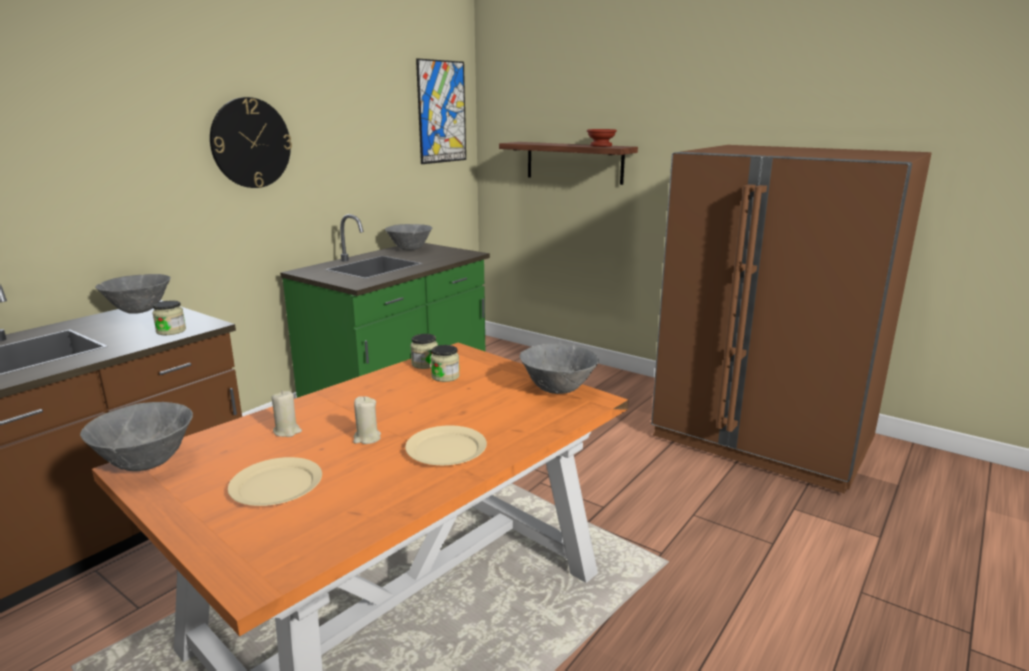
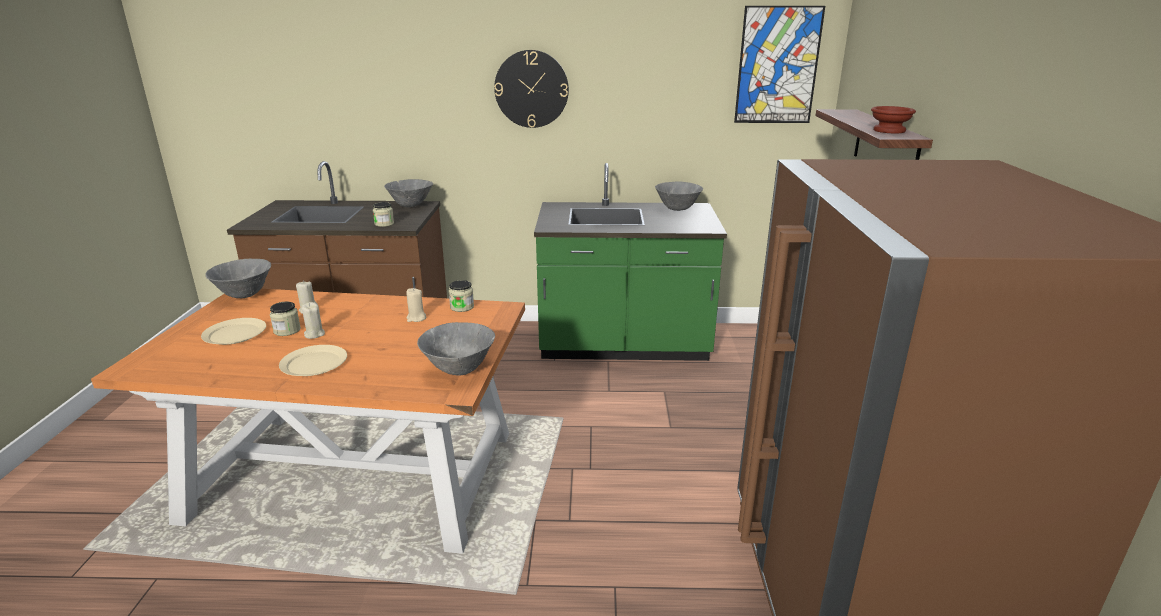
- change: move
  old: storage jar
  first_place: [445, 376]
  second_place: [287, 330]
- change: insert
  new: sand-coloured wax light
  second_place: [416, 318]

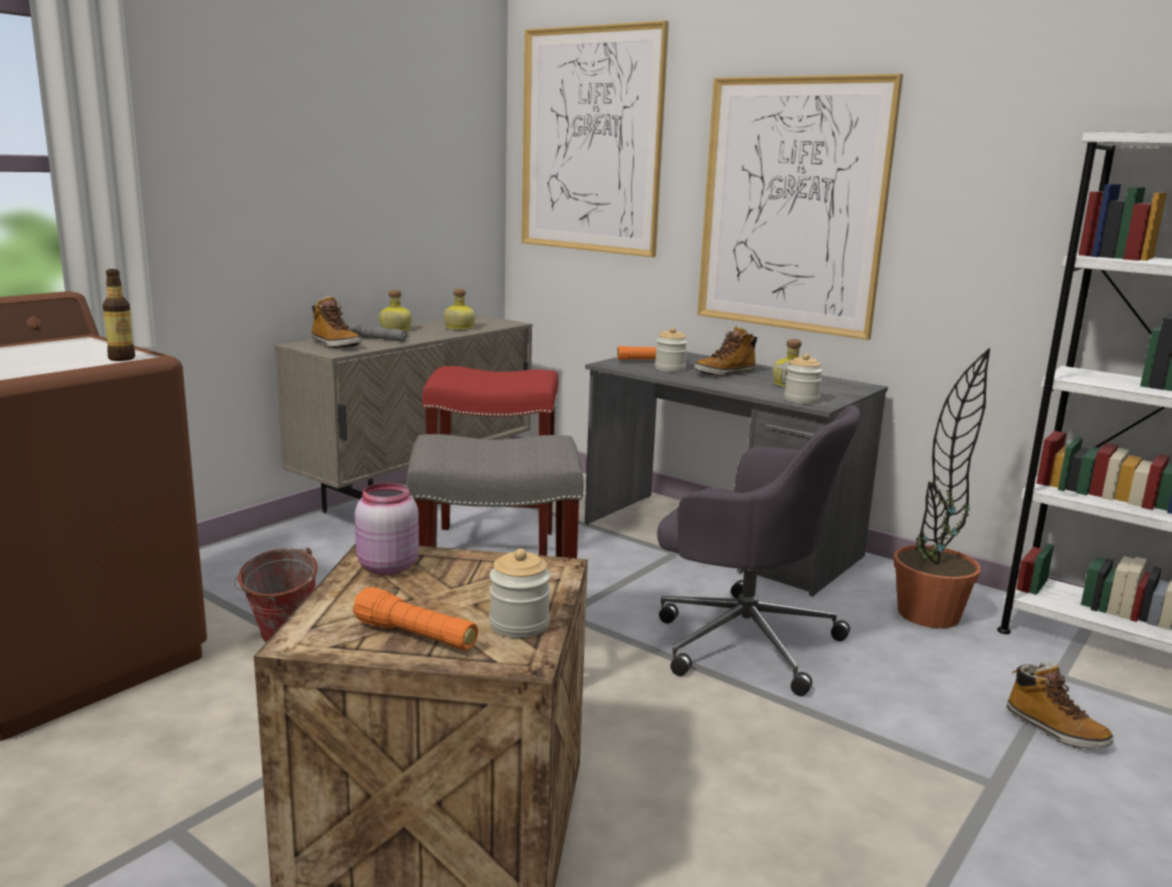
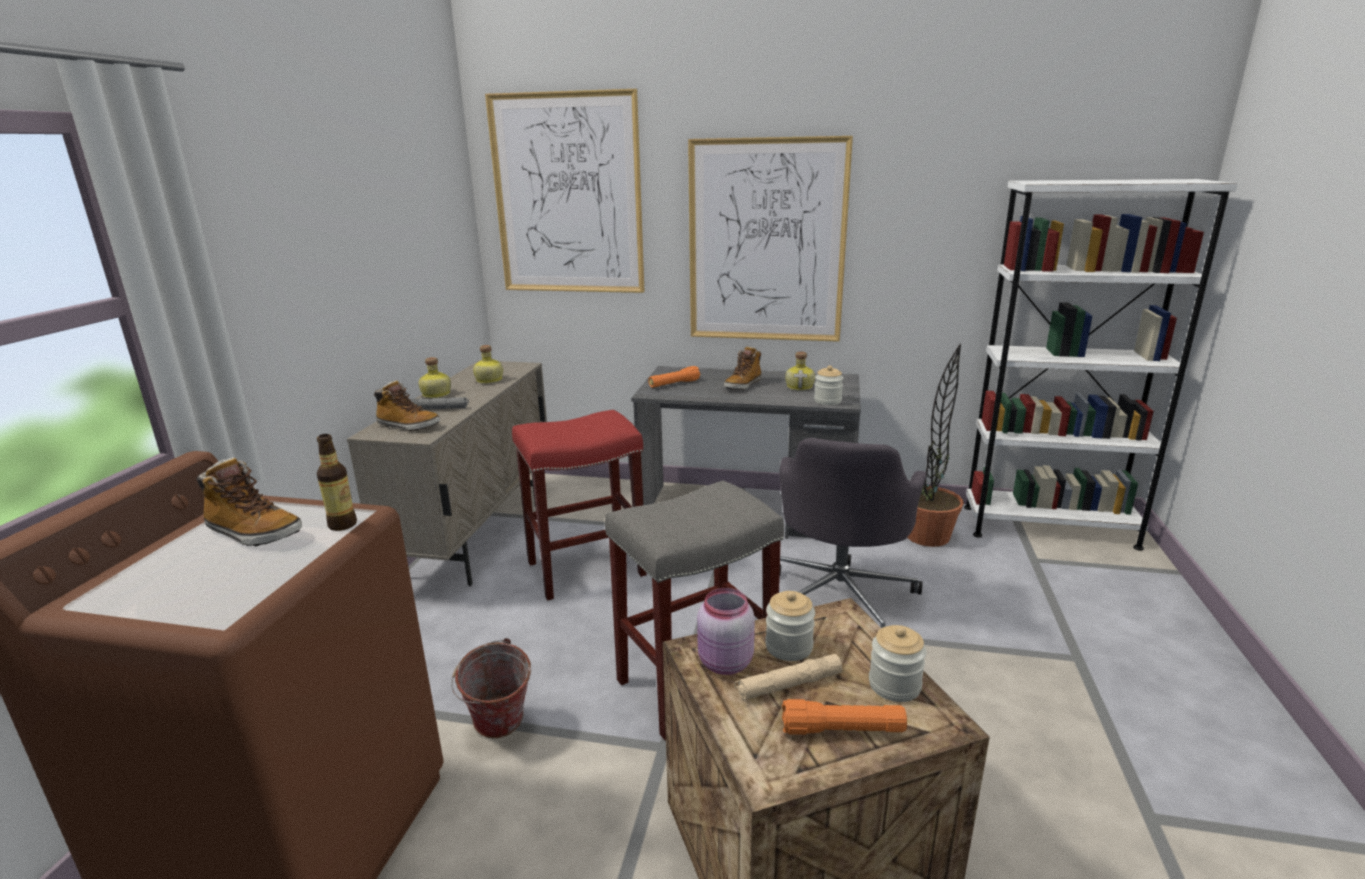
- change: move
  old: storage jar
  first_place: [670, 369]
  second_place: [789, 647]
- change: rotate
  old: greyish desk chair
  first_place: [742, 640]
  second_place: [840, 597]
  degrees: 105
- change: move
  old: high-top boot
  first_place: [1054, 730]
  second_place: [253, 533]
- change: insert
  new: sand-coloured torch
  second_place: [788, 685]

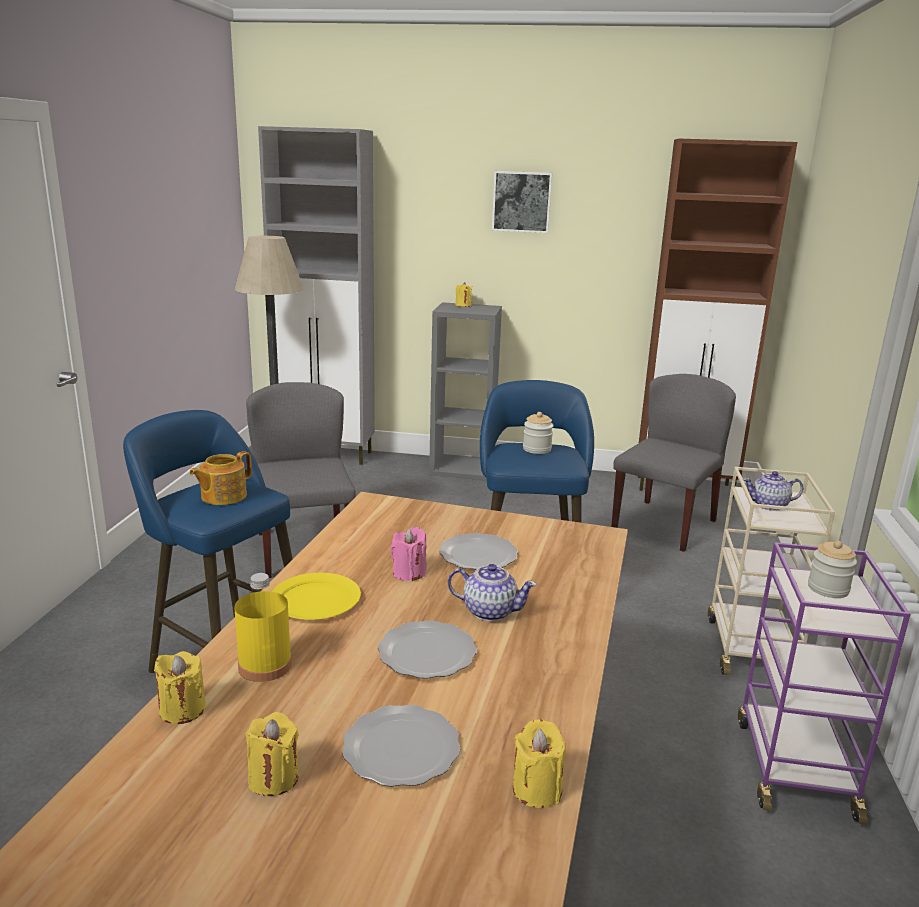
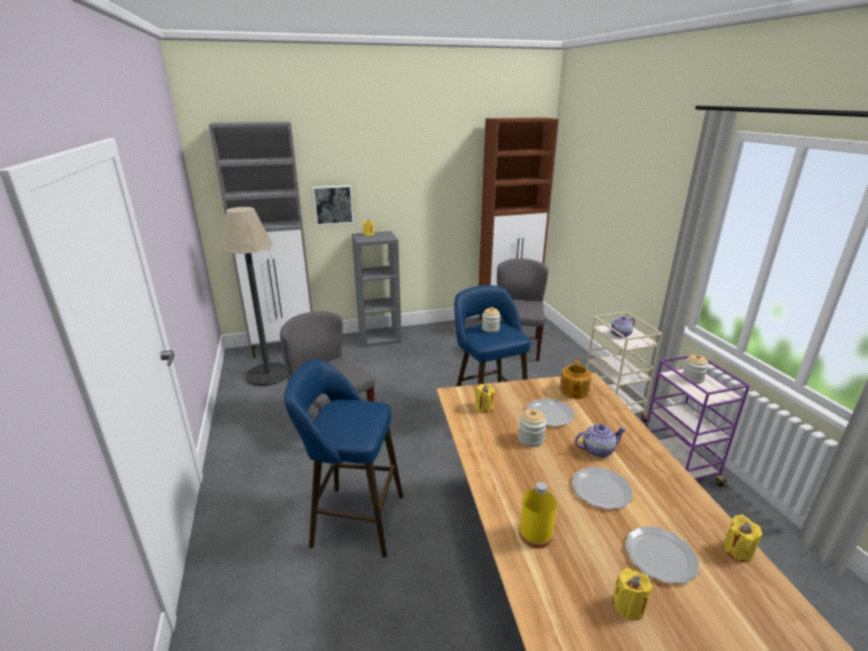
- change: move
  old: yellow wax light
  first_place: [182, 709]
  second_place: [484, 407]
- change: move
  old: pot for tea
  first_place: [222, 496]
  second_place: [573, 391]
- change: delete
  old: yellow plate
  first_place: [315, 600]
- change: replace
  old: pink wax light
  new: storage jar
  first_place: [409, 573]
  second_place: [531, 439]
- change: move
  old: picture
  first_place: [521, 201]
  second_place: [333, 204]

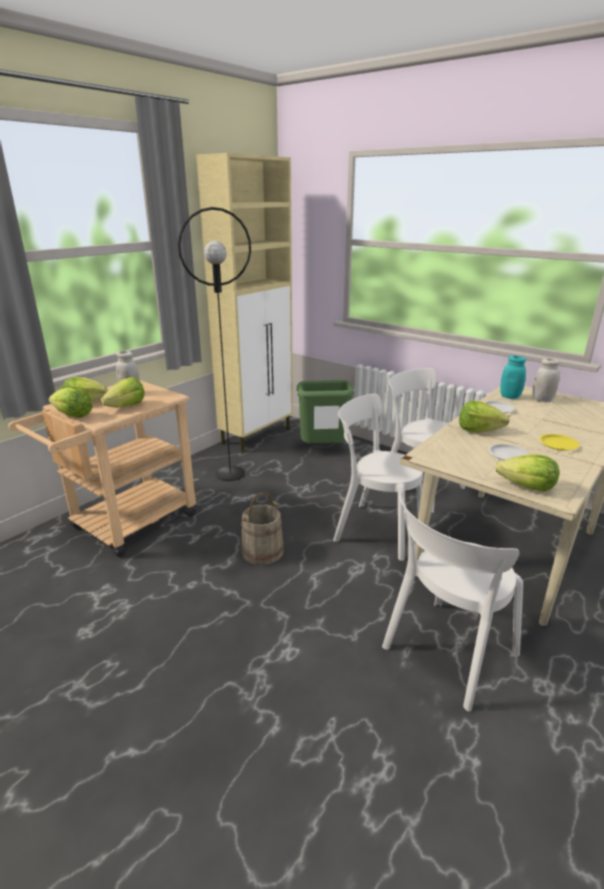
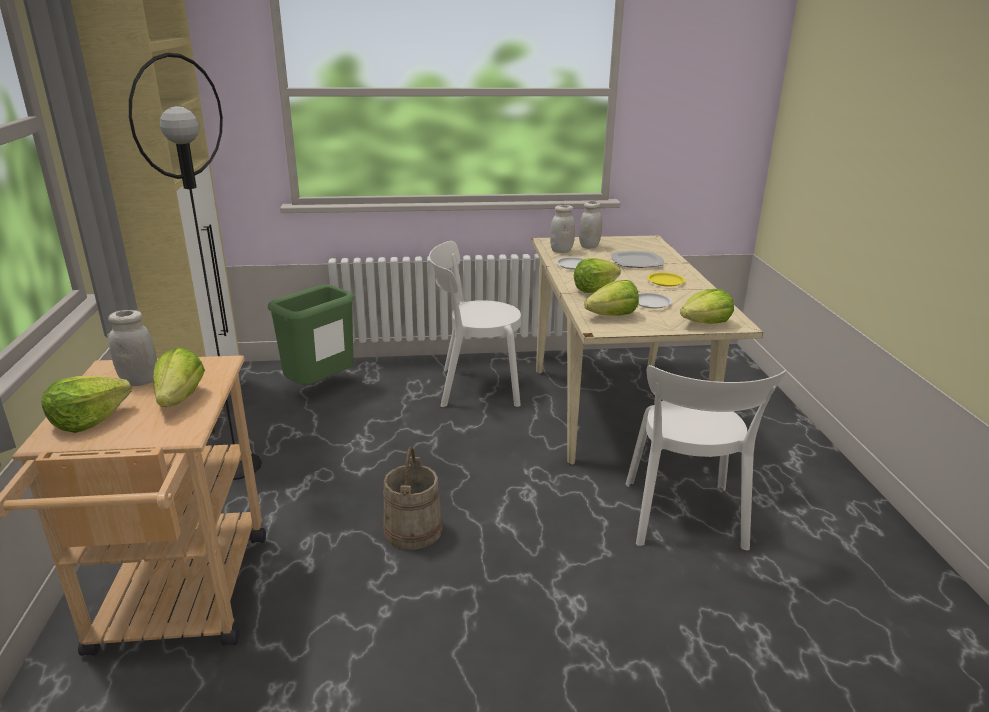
- change: move
  old: lettuce head
  first_place: [73, 415]
  second_place: [613, 315]
- change: delete
  old: white-coloured plain chair
  first_place: [375, 529]
- change: recolor
  old: blue-green storage jar
  new: white-coloured storage jar
  first_place: [510, 396]
  second_place: [561, 251]
- change: insert
  new: plate
  second_place: [637, 262]

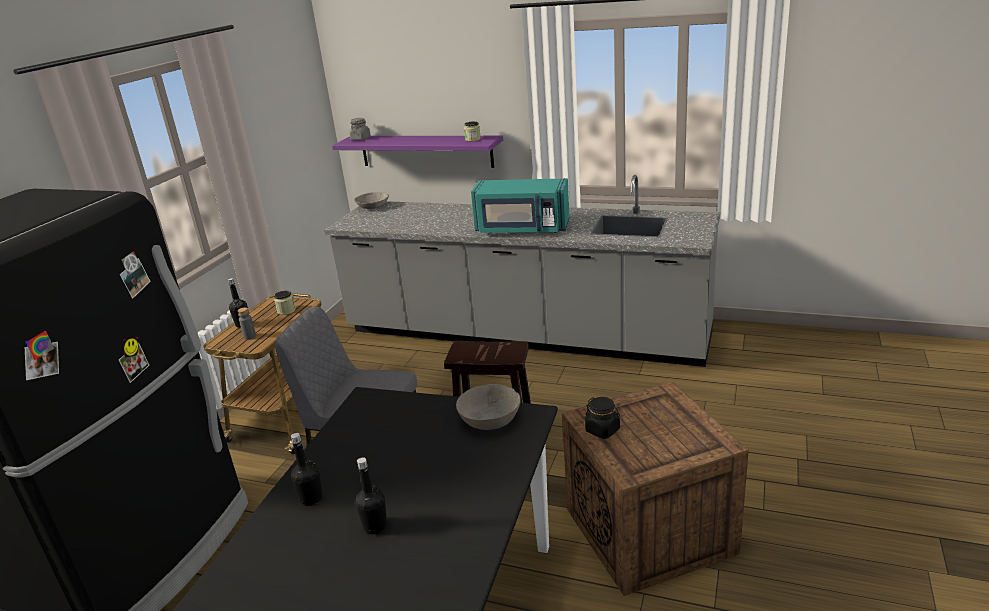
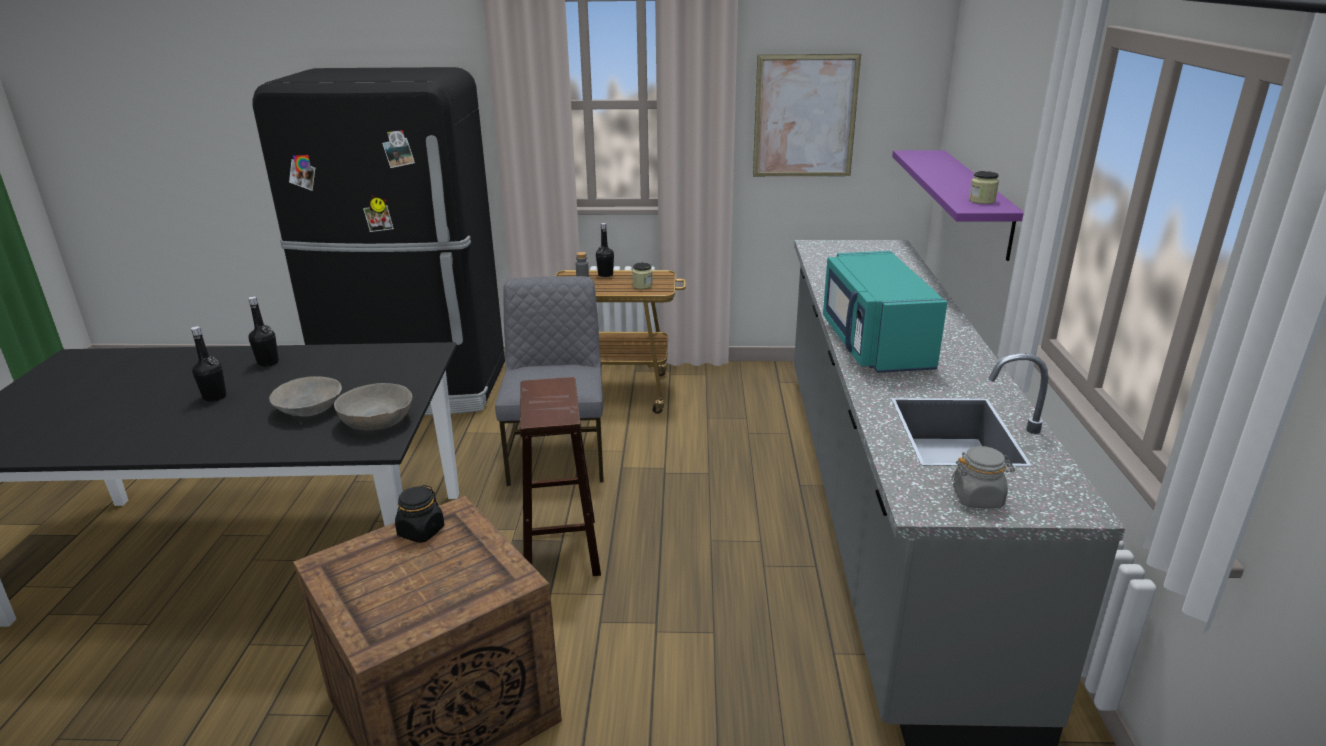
- change: move
  old: greyish storage jar
  first_place: [360, 138]
  second_place: [978, 498]
- change: move
  old: greyish bowl
  first_place: [372, 207]
  second_place: [309, 409]
- change: insert
  new: picture
  second_place: [805, 116]

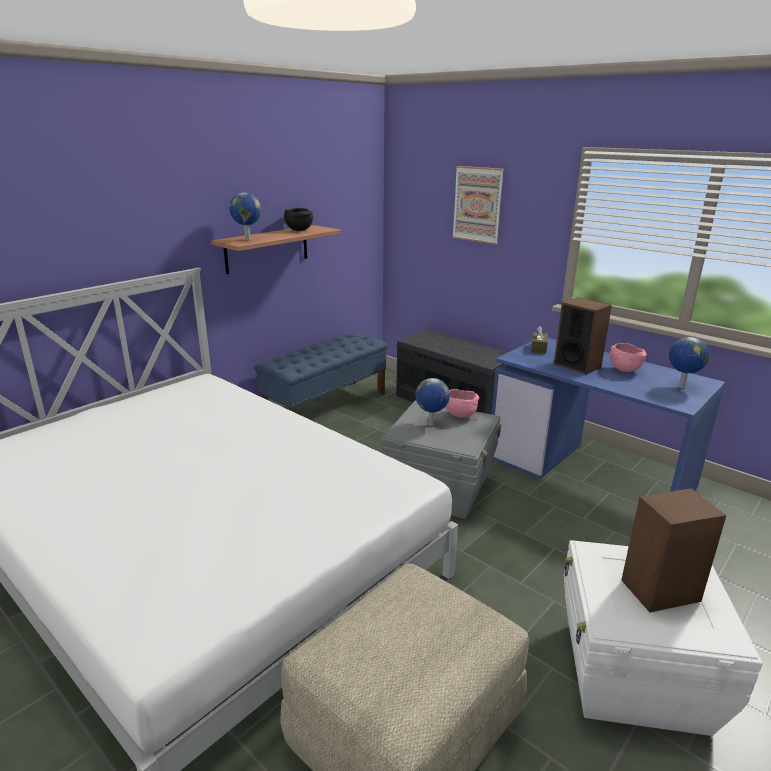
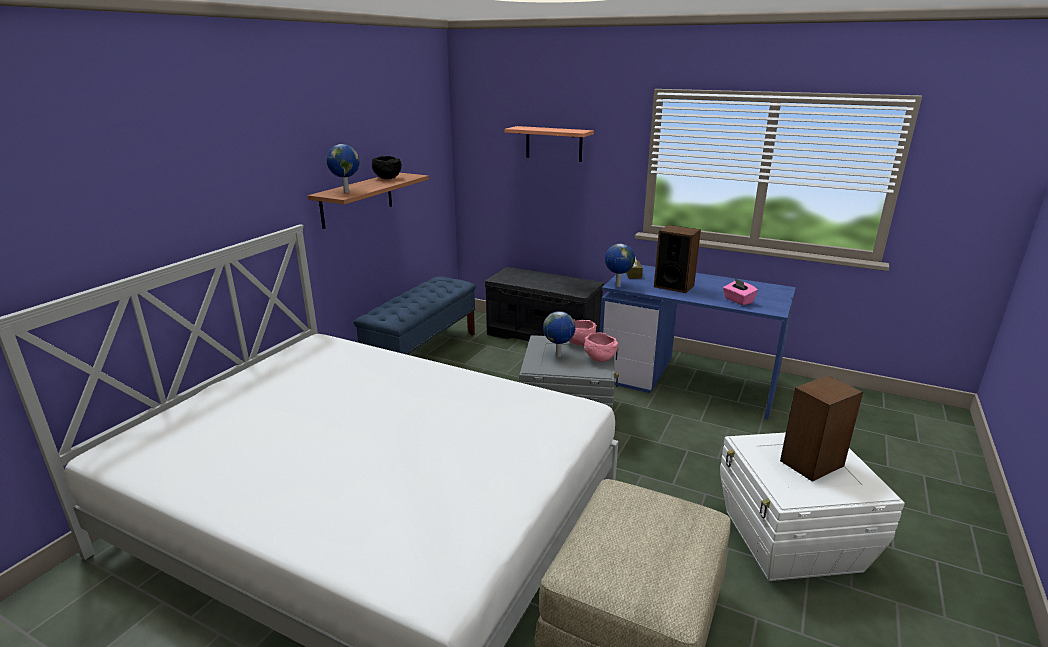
- change: replace
  old: picture
  new: shelf
  first_place: [477, 204]
  second_place: [554, 144]
- change: move
  old: pink bowl
  first_place: [623, 370]
  second_place: [598, 359]
- change: move
  old: desk globe
  first_place: [681, 387]
  second_place: [617, 286]
- change: insert
  new: pink tissue box
  second_place: [738, 301]

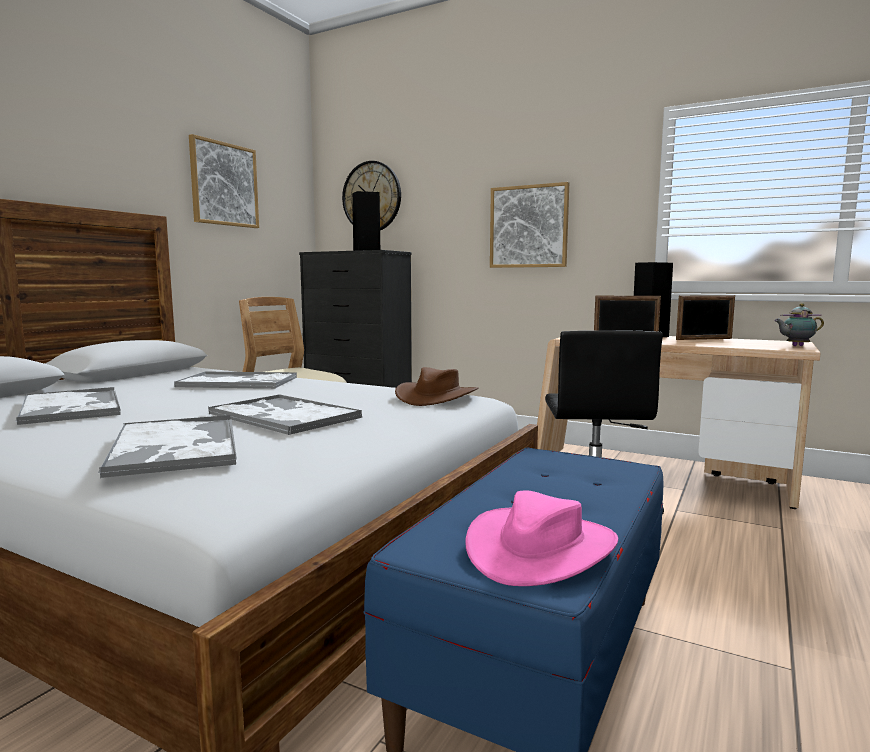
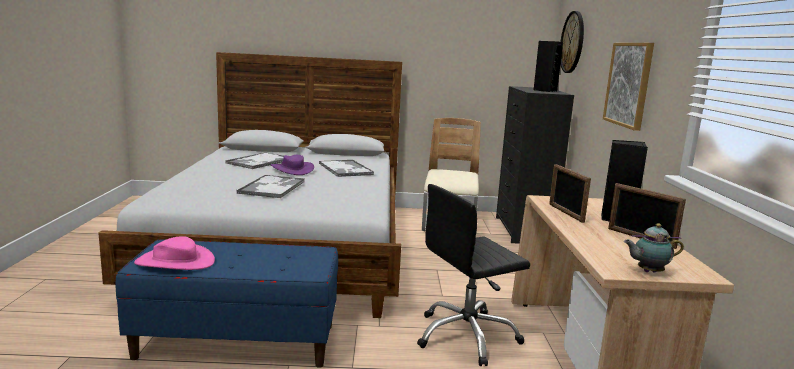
- change: delete
  old: serving tray
  first_place: [175, 447]
- change: delete
  old: picture
  first_place: [224, 184]
- change: delete
  old: brown wearable hat
  first_place: [436, 396]
- change: rotate
  old: pot for tea
  first_place: [795, 346]
  second_place: [648, 271]
  degrees: -60
- change: insert
  new: purple-coloured wearable hat
  second_place: [292, 169]

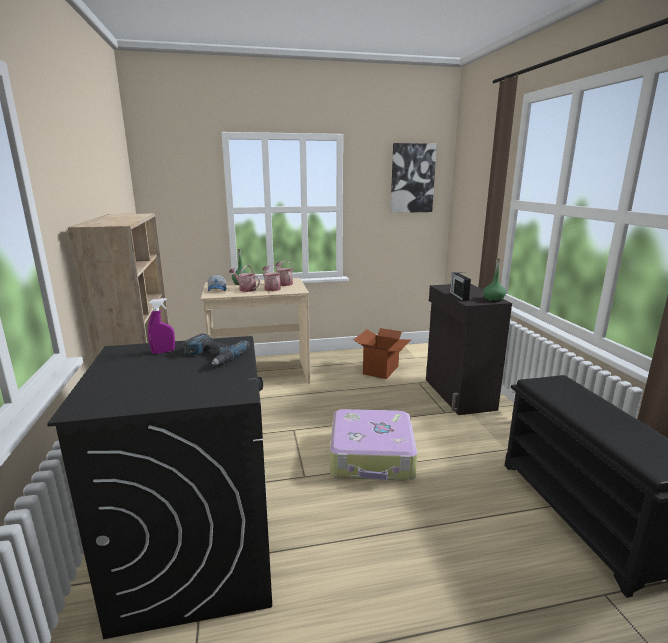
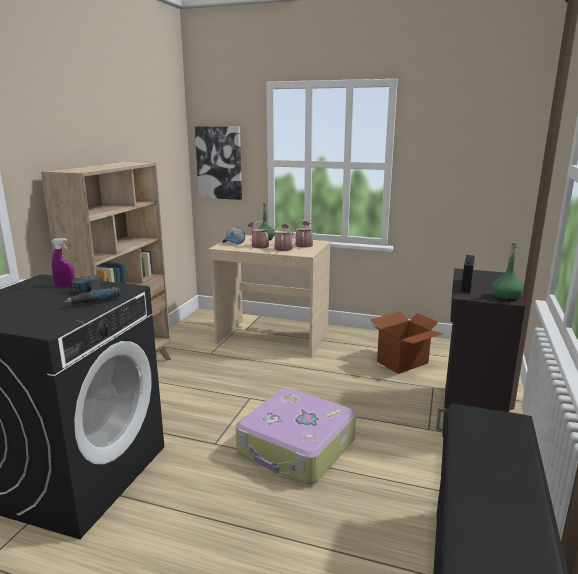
- change: move
  old: picture
  first_place: [412, 178]
  second_place: [219, 163]

